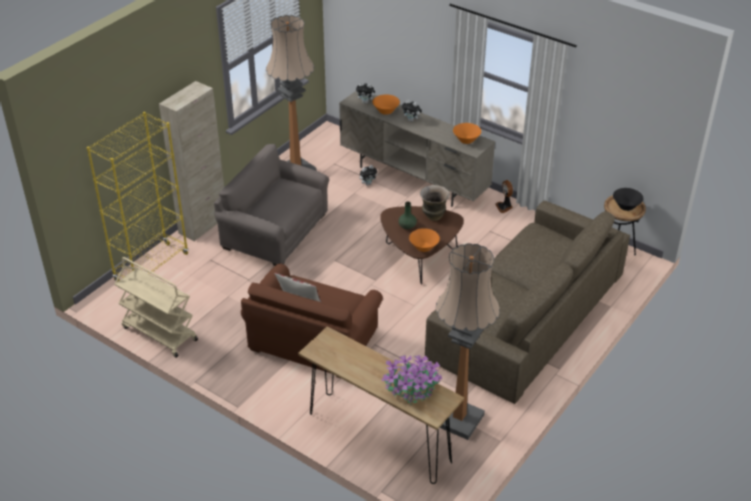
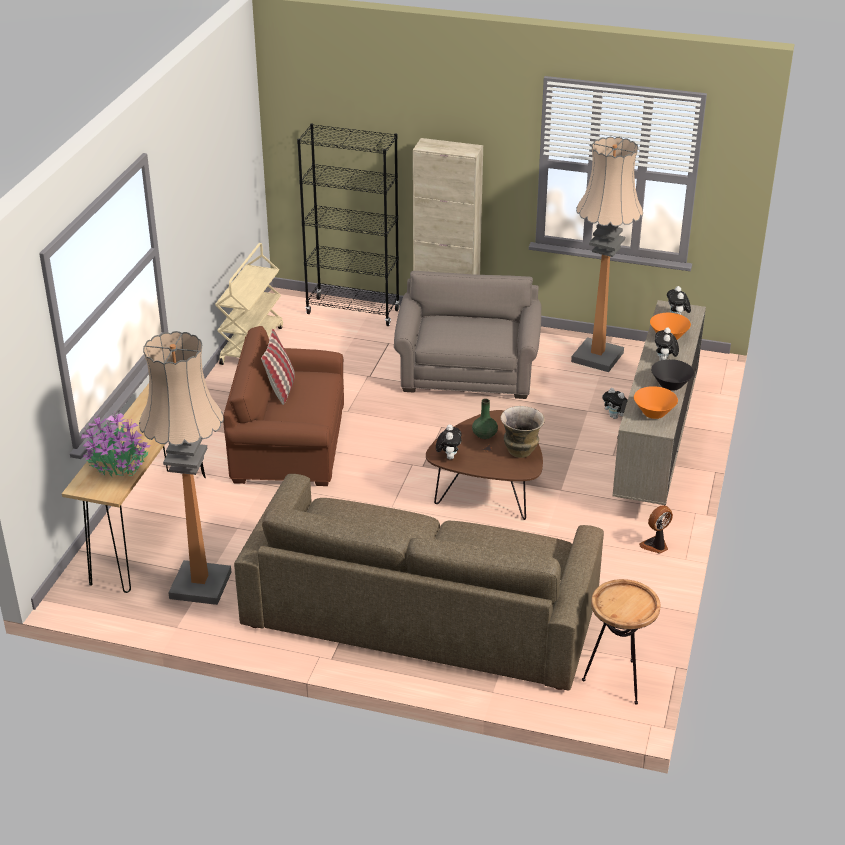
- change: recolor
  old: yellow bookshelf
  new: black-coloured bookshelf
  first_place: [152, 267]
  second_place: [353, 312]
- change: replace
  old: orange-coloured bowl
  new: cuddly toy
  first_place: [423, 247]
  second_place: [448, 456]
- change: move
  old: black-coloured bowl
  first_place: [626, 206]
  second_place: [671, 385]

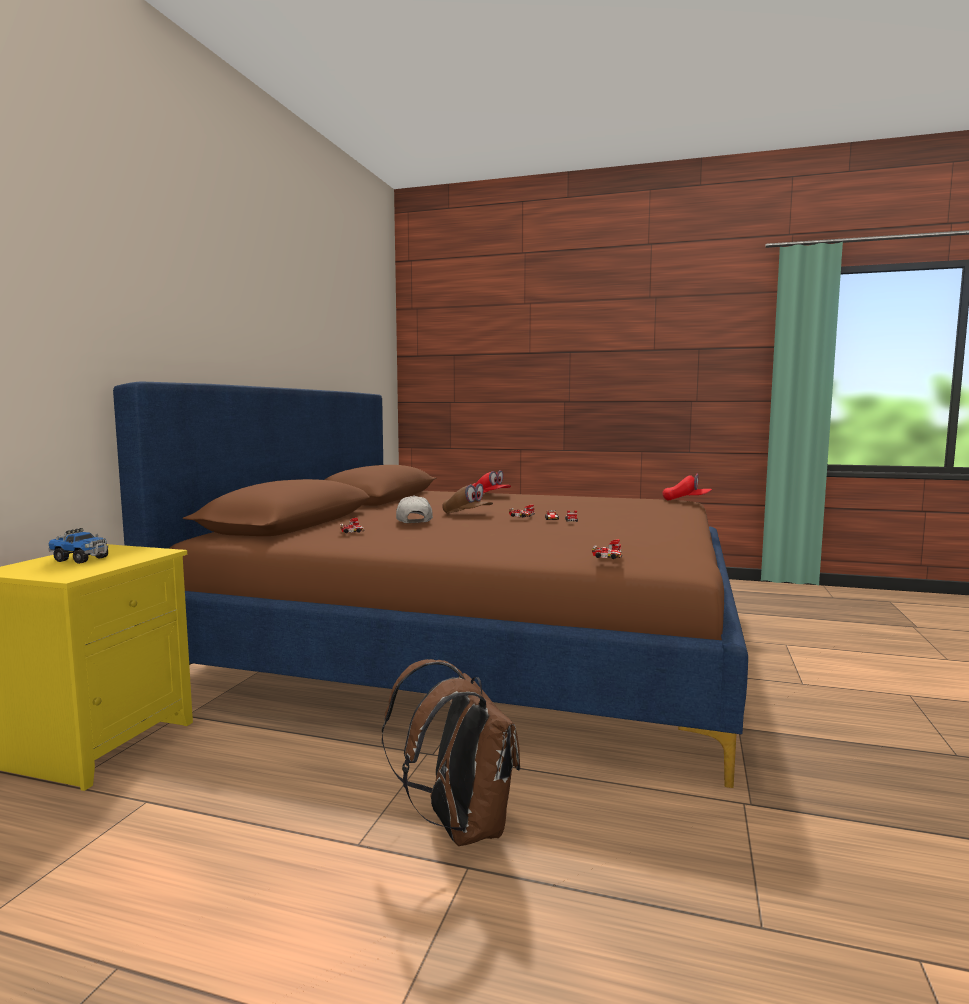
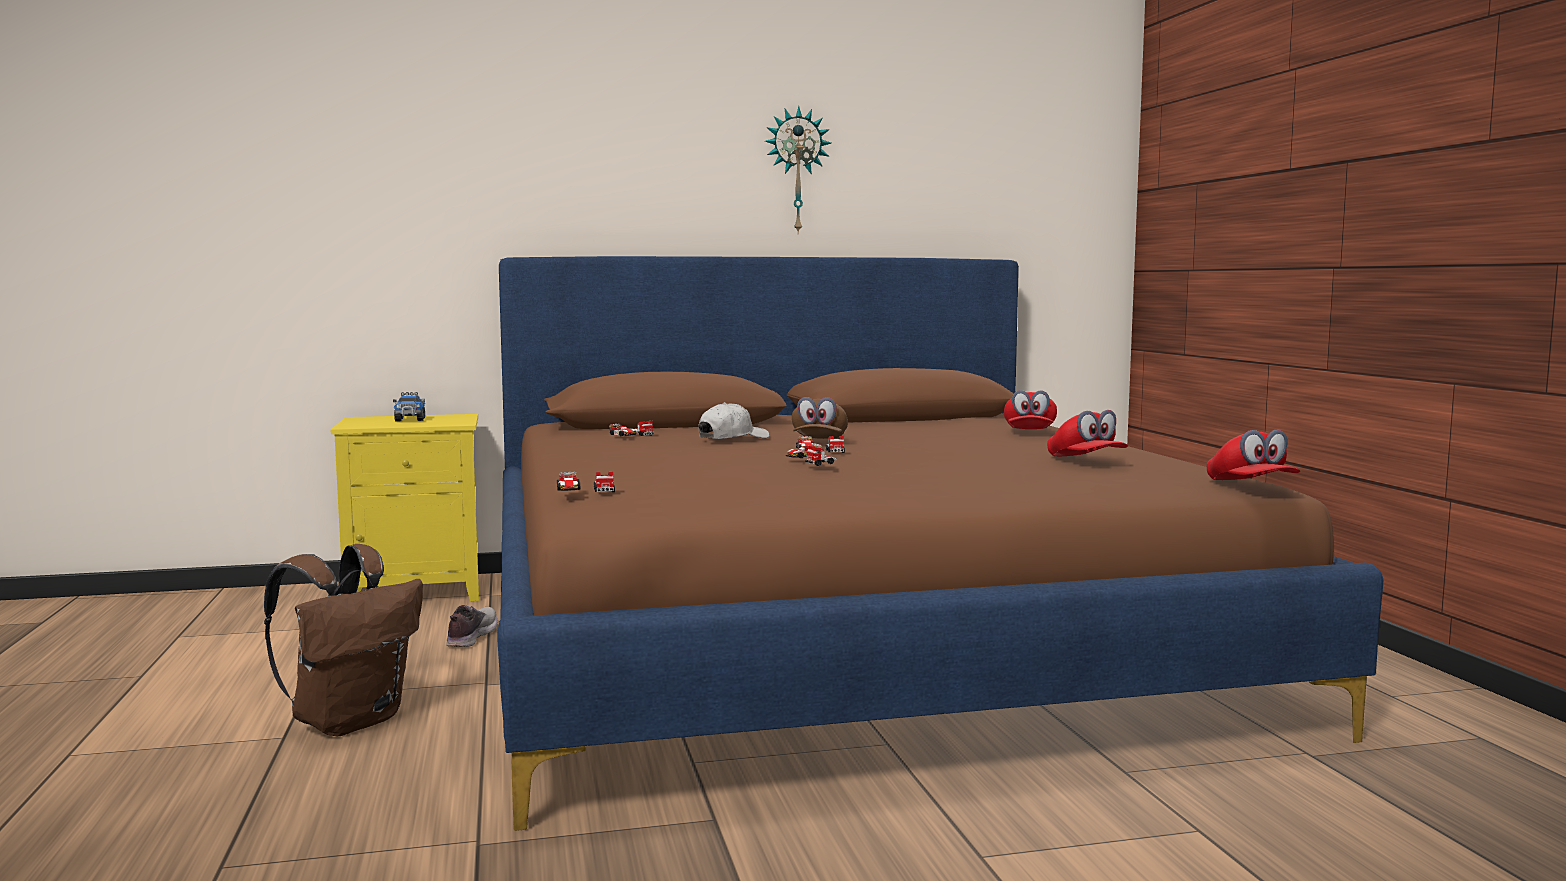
- change: insert
  new: shoe
  second_place: [470, 637]
- change: insert
  new: clock on the wall
  second_place: [797, 171]
- change: insert
  new: reddish cap
  second_place: [1086, 461]

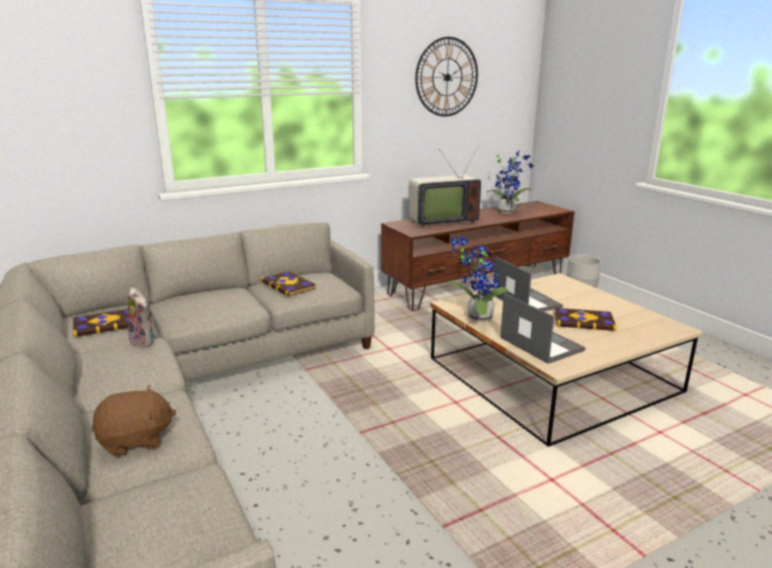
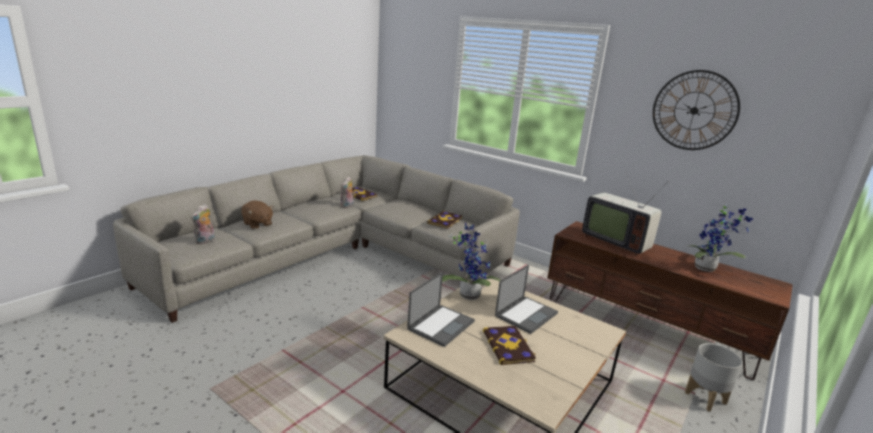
- change: insert
  new: cuddly toy
  second_place: [205, 241]

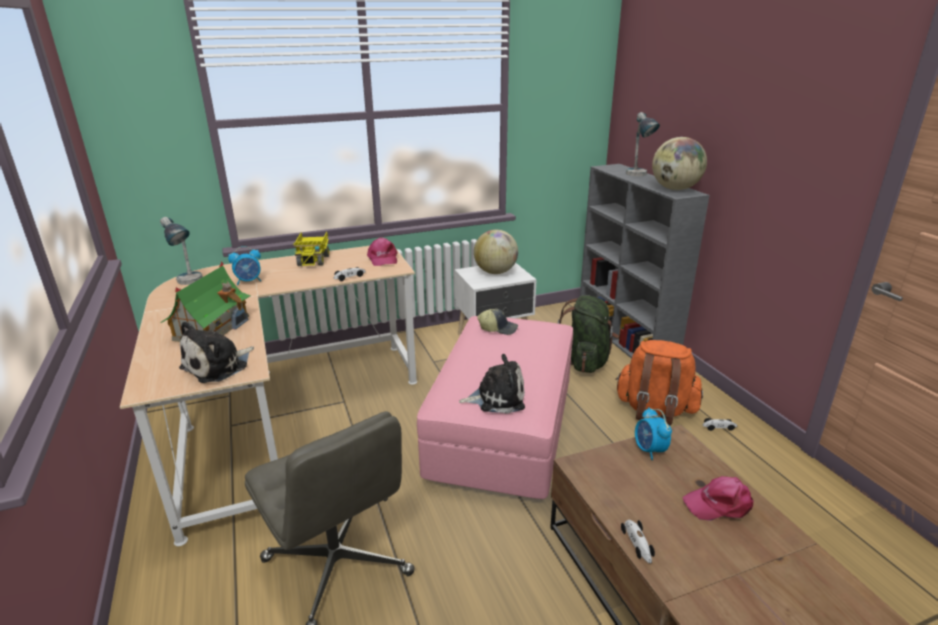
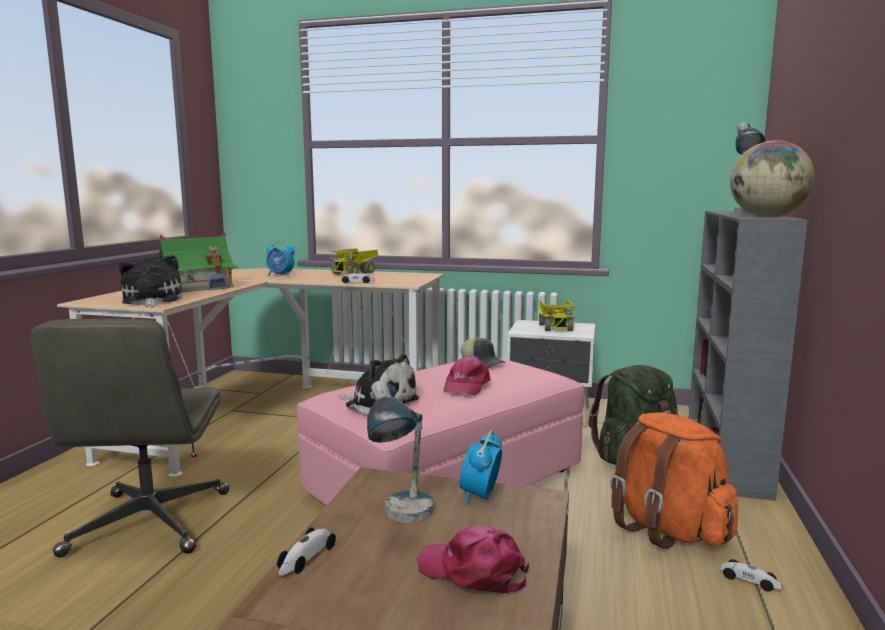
- change: move
  old: lamp for a table
  first_place: [190, 284]
  second_place: [403, 521]
- change: rotate
  old: cuddly toy
  first_place: [218, 366]
  second_place: [151, 300]
  degrees: 90
- change: move
  old: pink cap
  first_place: [382, 258]
  second_place: [466, 385]
- change: replace
  old: desk globe
  new: toy truck
  first_place: [495, 272]
  second_place: [556, 327]

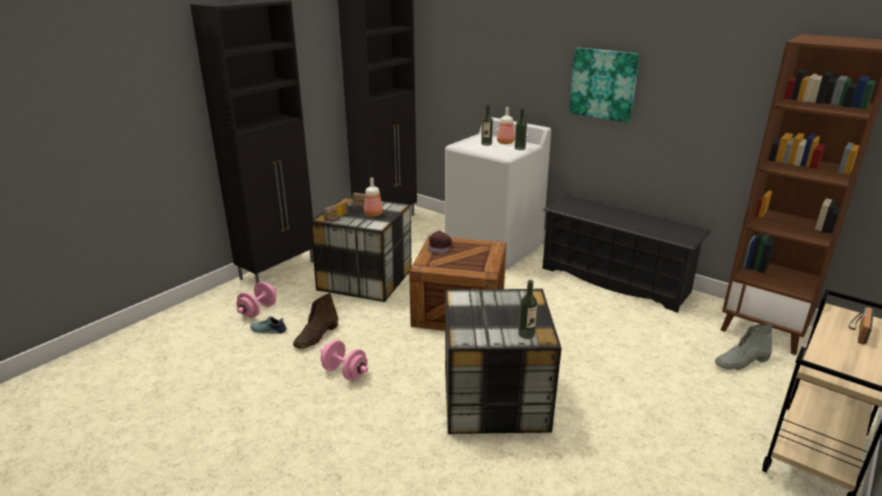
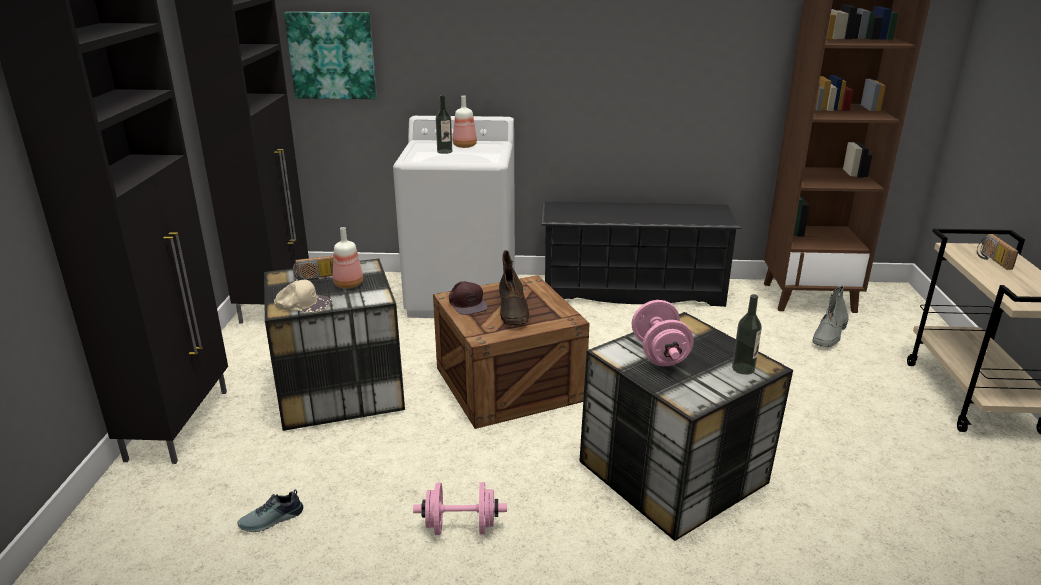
- change: move
  old: pink dumbbell
  first_place: [258, 310]
  second_place: [659, 353]
- change: move
  old: brown high-top boot
  first_place: [316, 336]
  second_place: [513, 310]
- change: replace
  old: radio
  new: sand-coloured cap
  first_place: [337, 218]
  second_place: [302, 304]
- change: delete
  old: bottle
  first_place: [520, 148]
- change: move
  old: picture
  first_place: [603, 84]
  second_place: [332, 55]

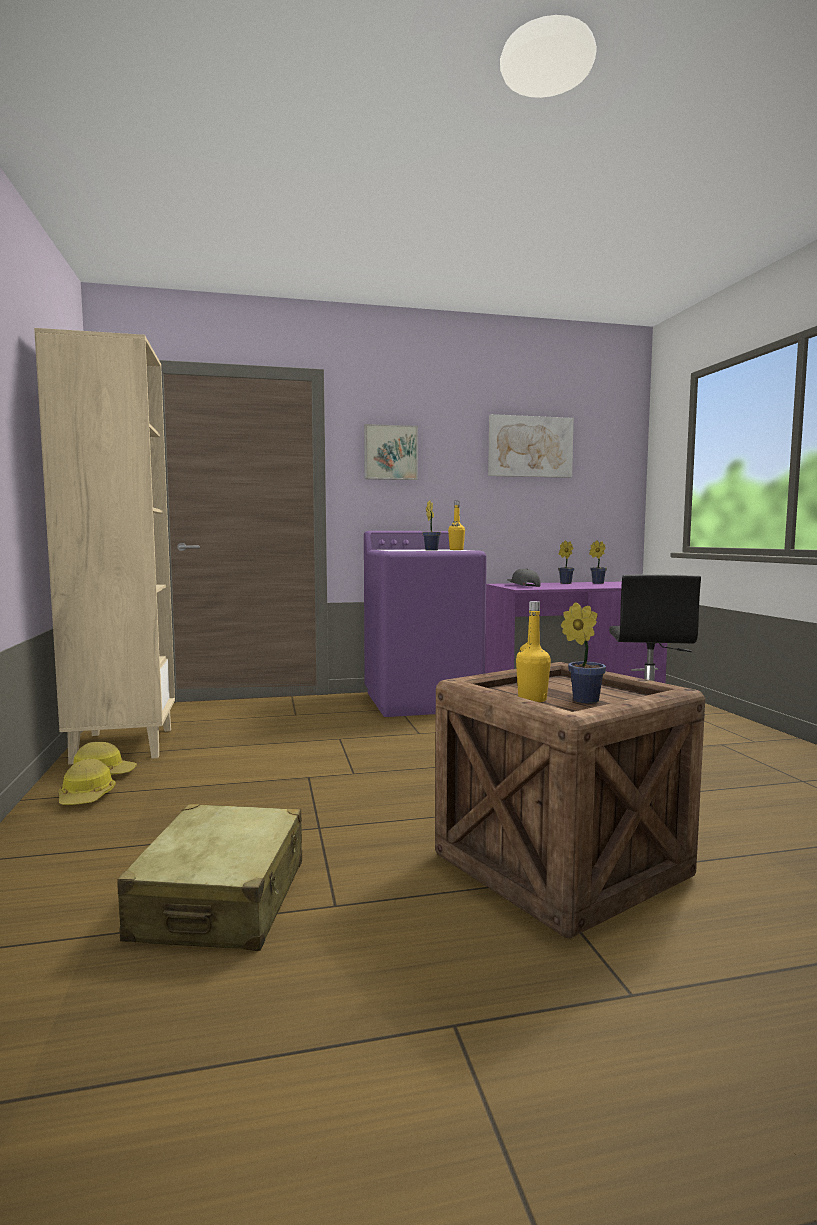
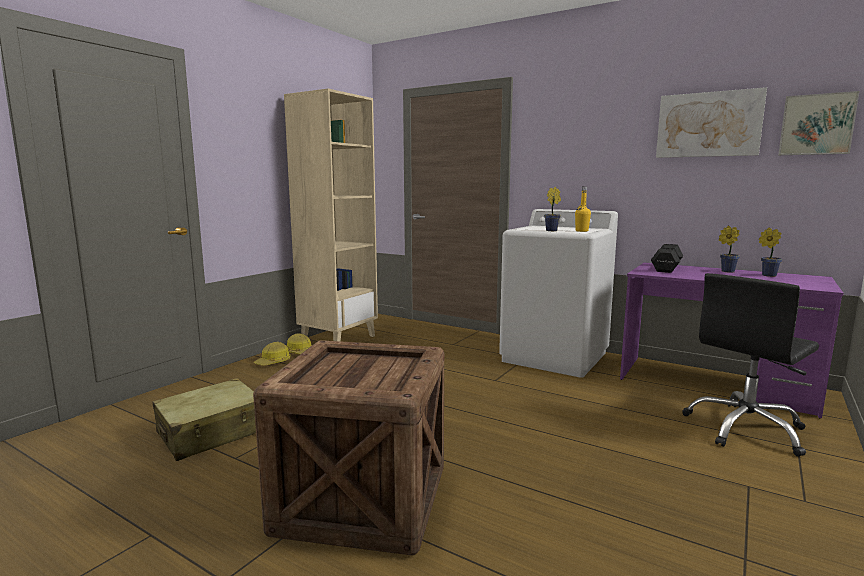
- change: move
  old: picture
  first_place: [390, 452]
  second_place: [816, 125]
- change: recolor
  old: purple-coloured laundry machine
  new: white-coloured laundry machine
  first_place: [422, 701]
  second_place: [555, 357]
- change: replace
  old: greyish cap
  new: black-coloured dumbbell
  first_place: [523, 585]
  second_place: [665, 268]
- change: delete
  old: yellow bottle
  first_place: [532, 699]
- change: delete
  old: plant in a pot
  first_place: [582, 700]

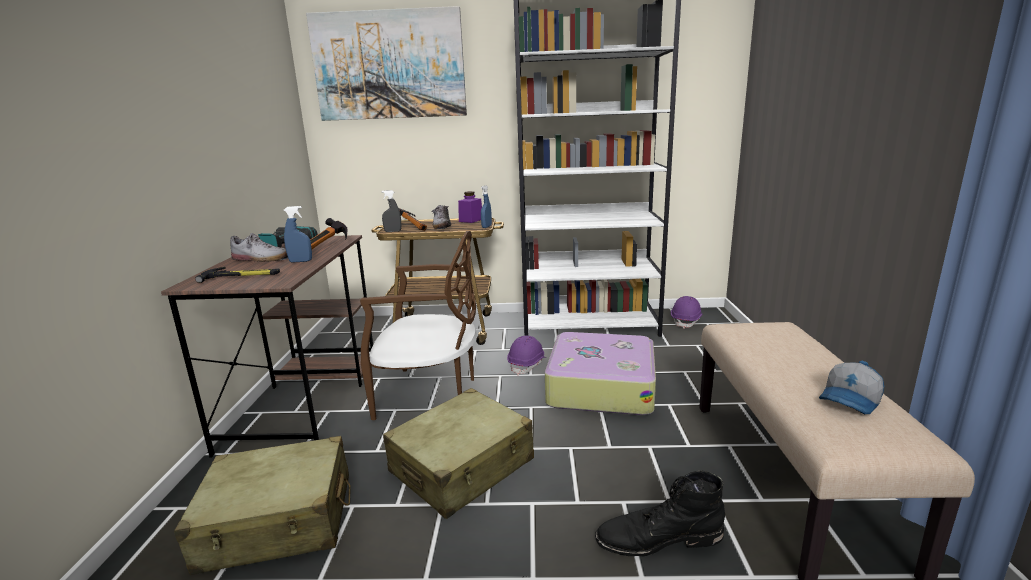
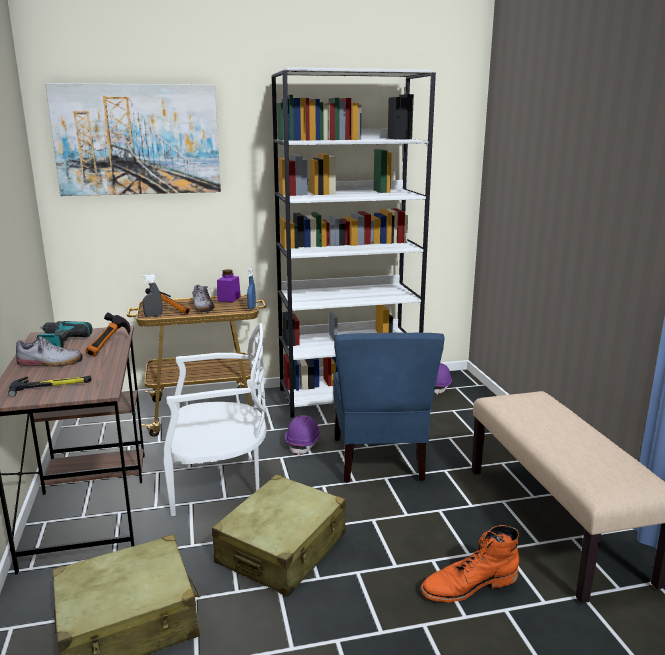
- change: delete
  old: blue spray bottle
  first_place: [300, 261]
- change: recolor
  old: brown plain chair
  new: white-coloured plain chair
  first_place: [430, 394]
  second_place: [219, 483]
- change: replace
  old: suitcase
  new: blue plain chair
  first_place: [600, 386]
  second_place: [380, 459]
- change: recolor
  old: black-coloured high-top boot
  new: orange-coloured high-top boot
  first_place: [658, 538]
  second_place: [468, 585]
- change: delete
  old: cap
  first_place: [851, 400]

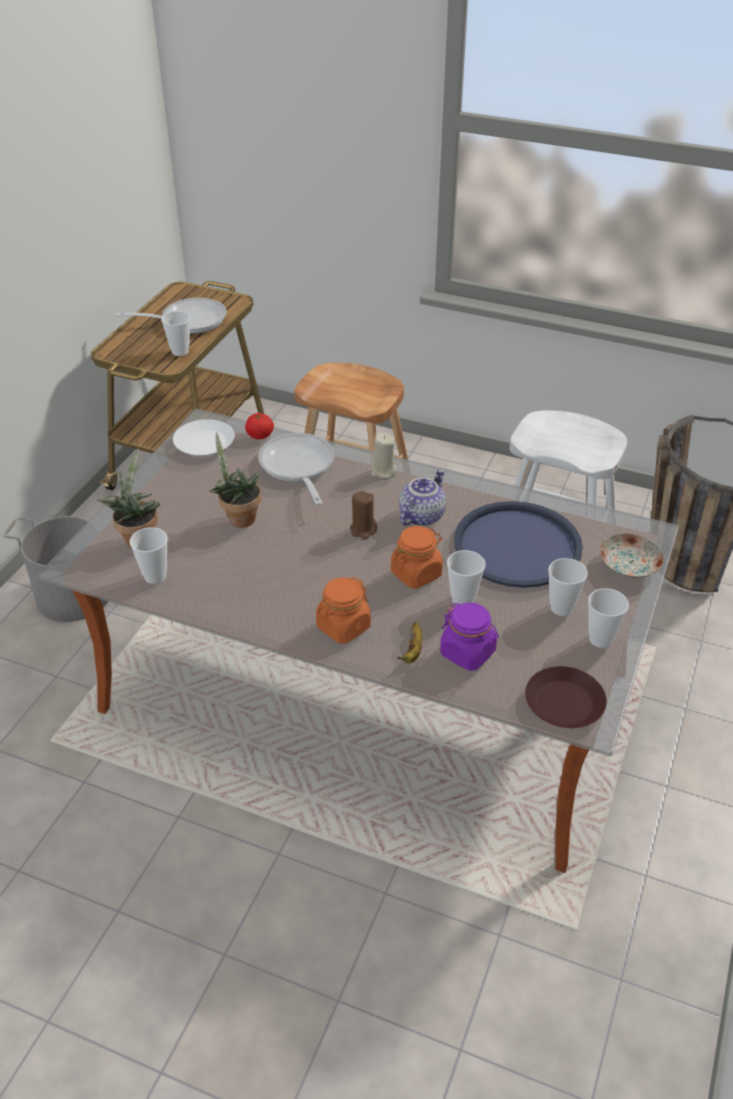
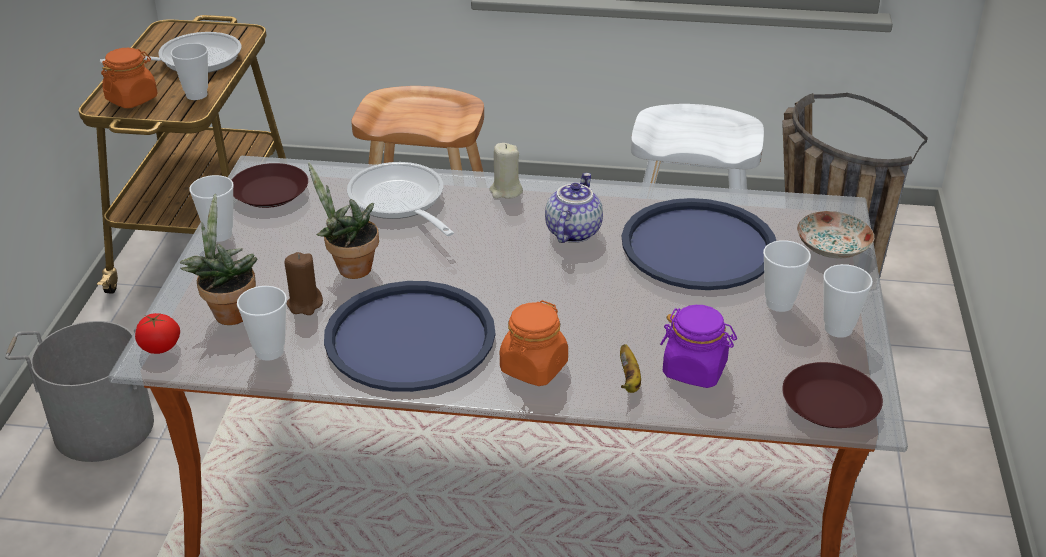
- change: recolor
  old: white-coloured plate
  new: brown plate
  first_place: [203, 443]
  second_place: [269, 192]
- change: move
  old: tomato
  first_place: [260, 436]
  second_place: [160, 347]
- change: move
  old: brown wax light
  first_place: [363, 530]
  second_place: [305, 304]
- change: move
  old: orange-coloured storage jar
  first_place: [416, 573]
  second_place: [132, 99]
- change: move
  old: drinking cup
  first_place: [463, 600]
  second_place: [219, 234]
- change: insert
  new: blue serving tray
  second_place: [410, 337]

